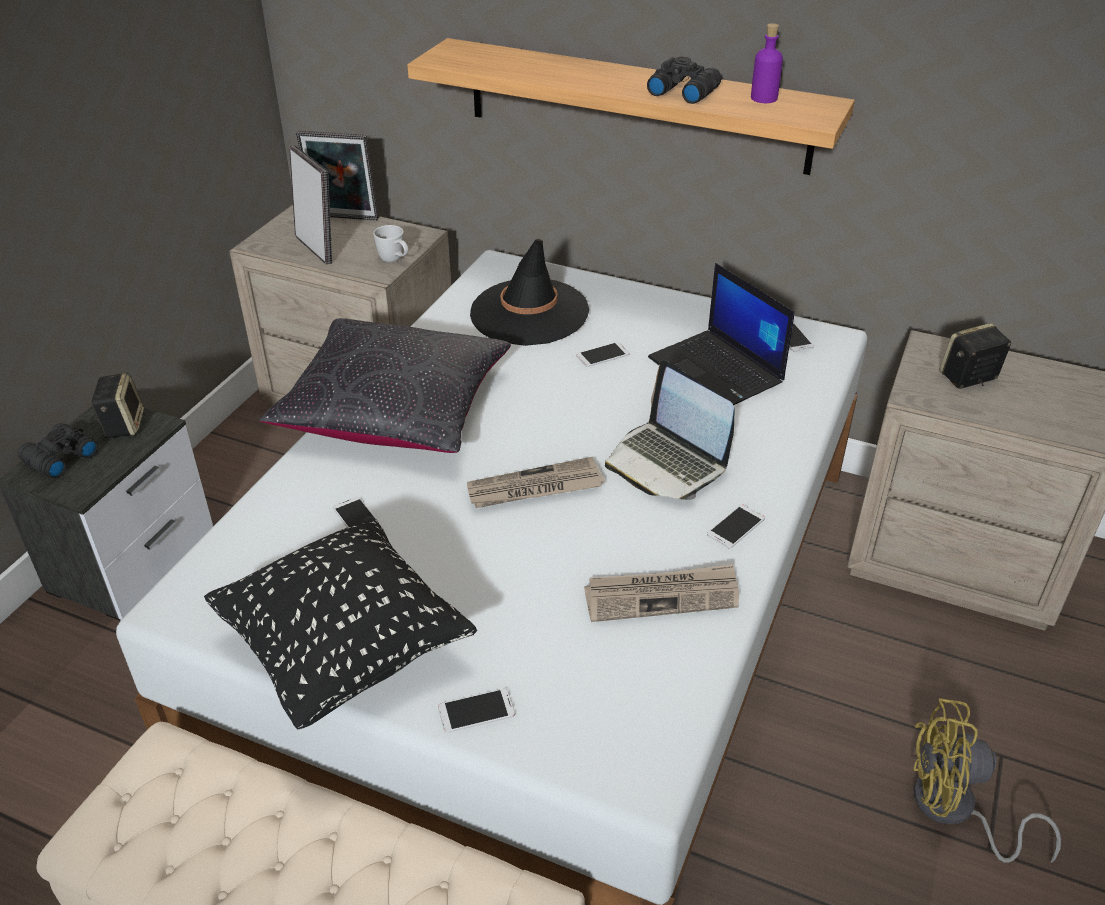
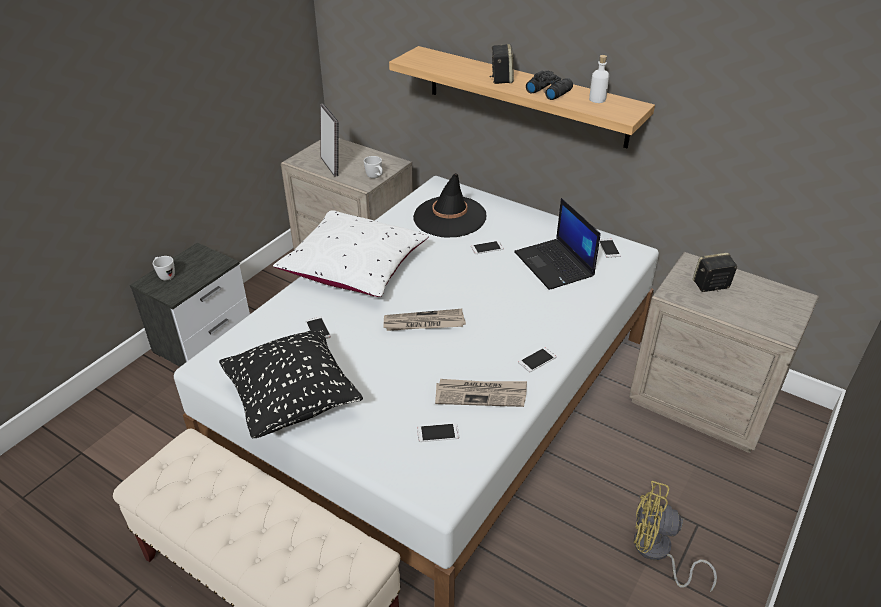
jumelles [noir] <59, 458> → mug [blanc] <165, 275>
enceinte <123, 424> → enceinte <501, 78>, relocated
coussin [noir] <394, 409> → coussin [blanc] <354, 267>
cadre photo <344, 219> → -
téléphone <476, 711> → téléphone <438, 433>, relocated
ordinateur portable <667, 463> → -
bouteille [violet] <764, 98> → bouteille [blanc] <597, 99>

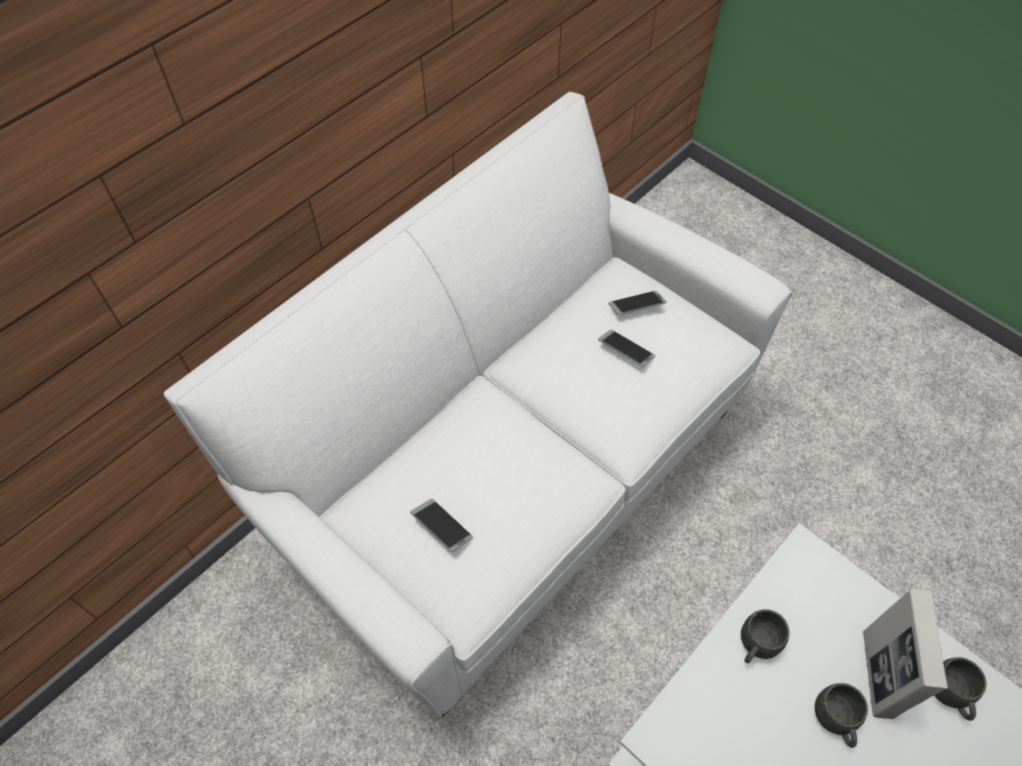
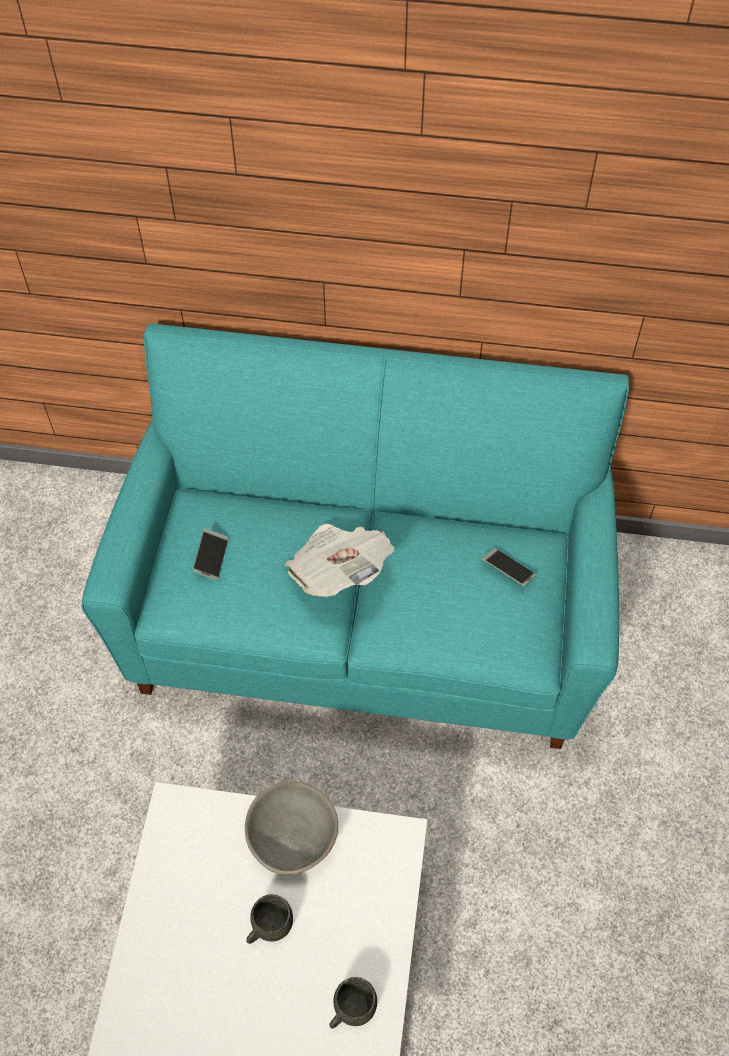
canapé [blanc] <510, 475> → canapé [turquoise] <365, 617>
téléphone <625, 351> → -
mug [gris] <756, 645> → bol [gris] <292, 838>
cadre photo <877, 674> → -
- → journal <338, 571>

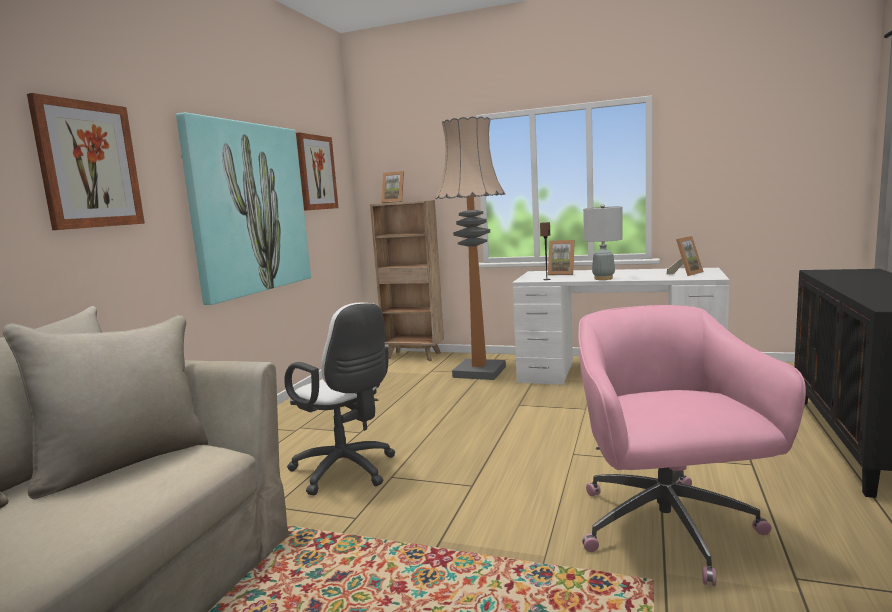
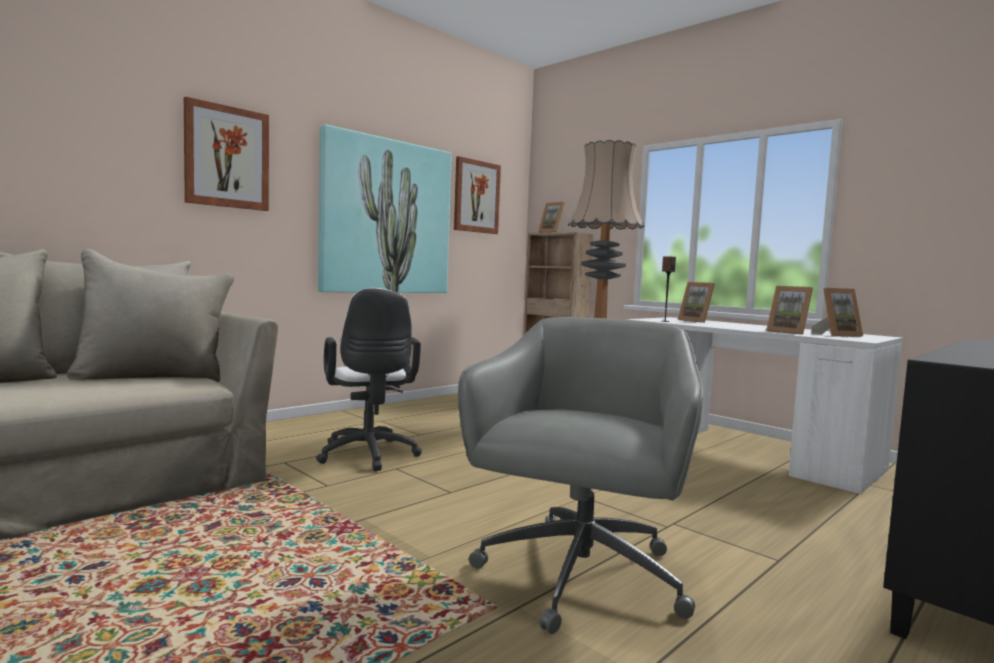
chaise de bureau [rose] <667, 530> → chaise de bureau [gris] <579, 578>
lampe de table [gris] <603, 278> → -
- → cadre photo <788, 332>

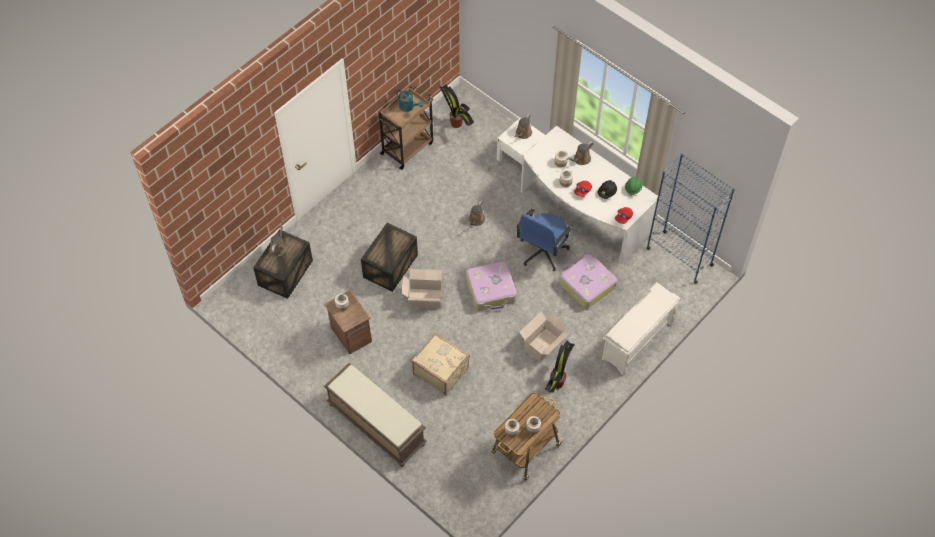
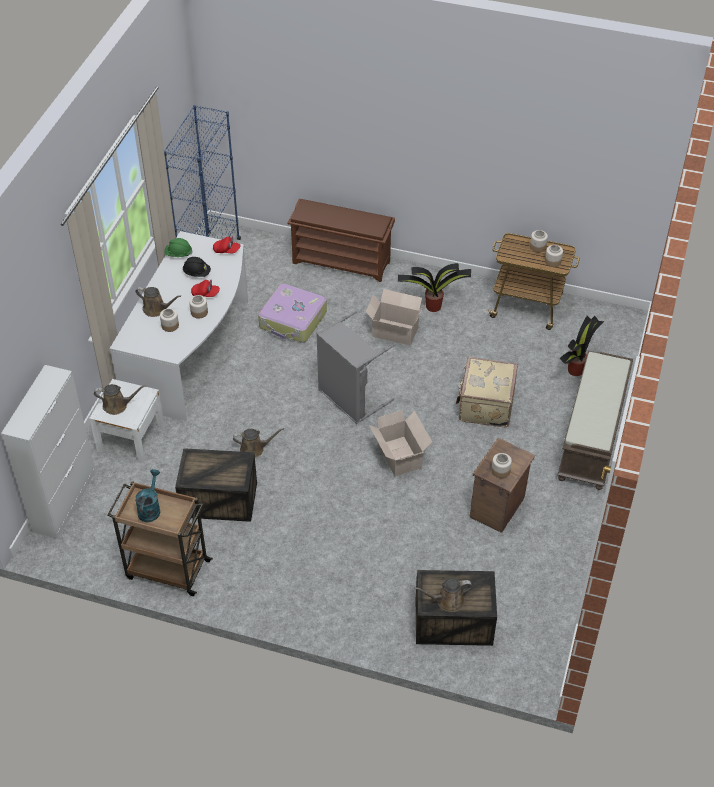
caisse <390, 265> → caisse <217, 500>, relocated
plante en pot <456, 124> → plante en pot <576, 369>, relocated
valise <491, 290> → panier à linge [gris] <350, 399>
chaise de bureau [bleu] <542, 251> → -
étagère à chaussures [blanc] <637, 342> → étagère à chaussures [marron] <342, 262>
- → meuble de rangement [blanc] <64, 500>

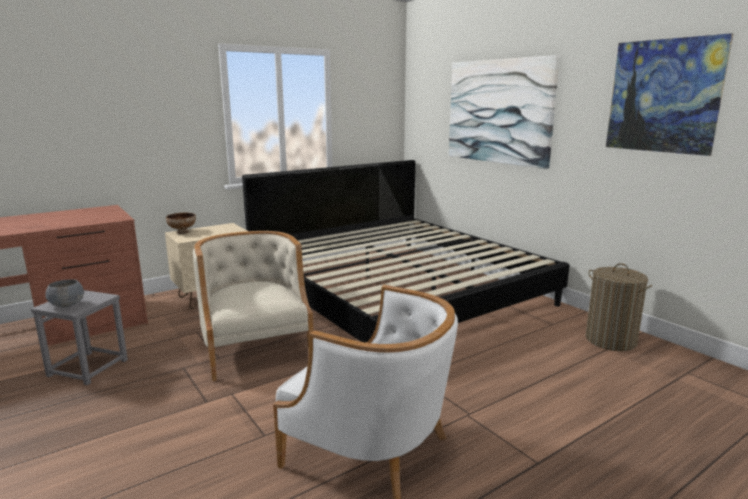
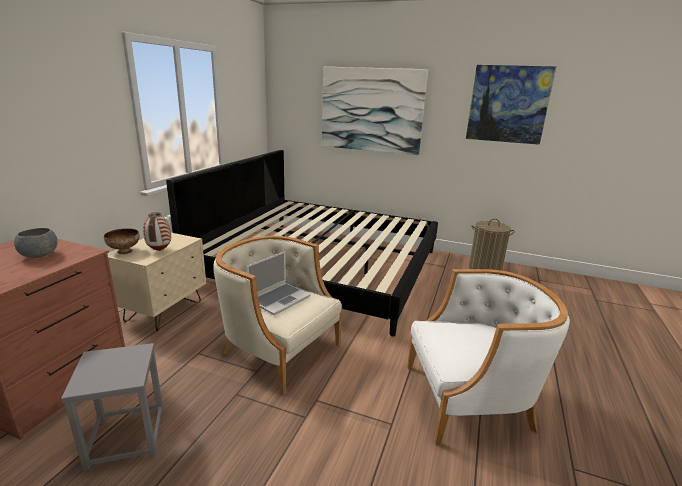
bol [gris] <67, 305> → bol [gris] <40, 255>, relocated
- → vase <159, 250>
- → ordinateur portable <279, 299>

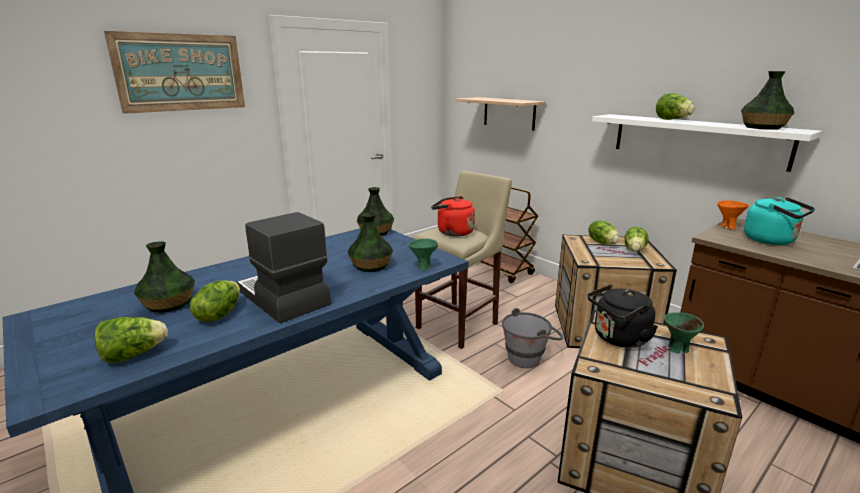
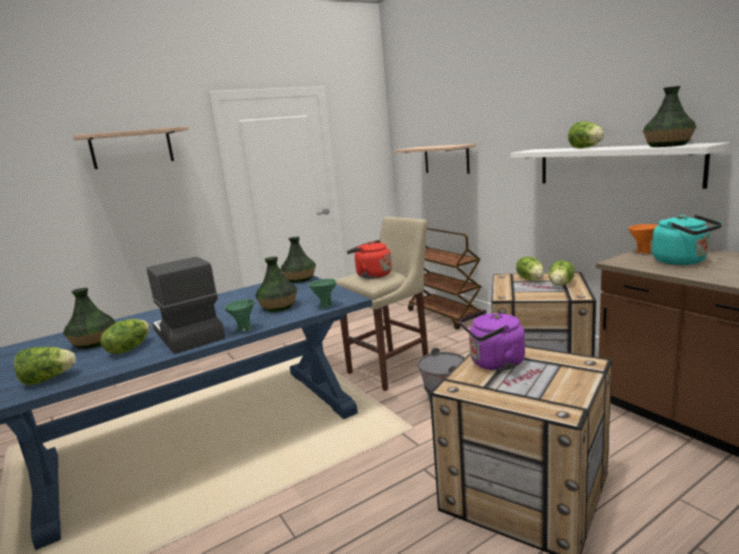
tableau <181, 72> → étagère <132, 149>
bouilloire [noir] <618, 339> → bouilloire [violet] <493, 363>
bol [vert] <678, 349> → bol [vert] <244, 329>, relocated

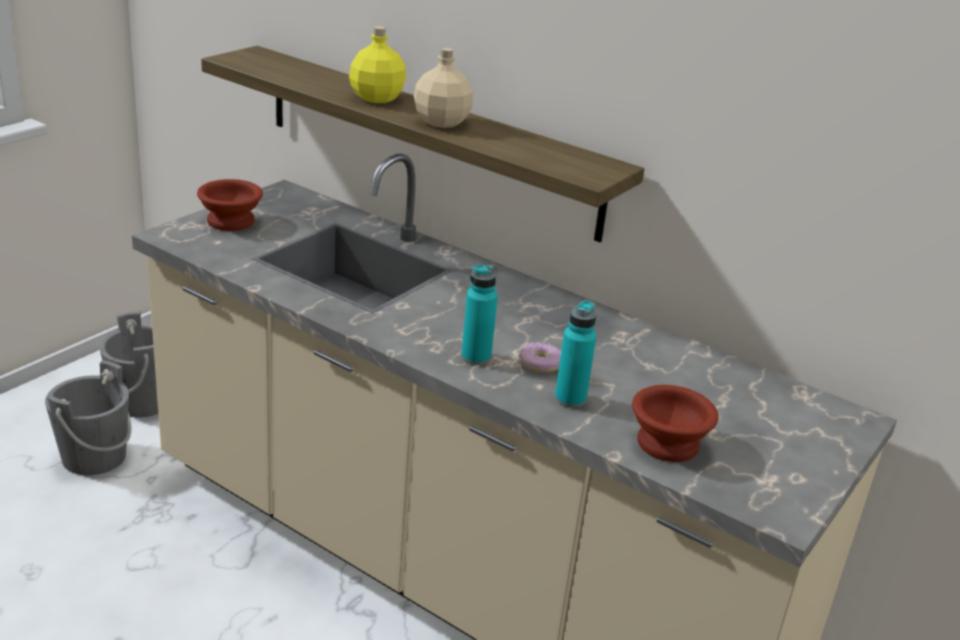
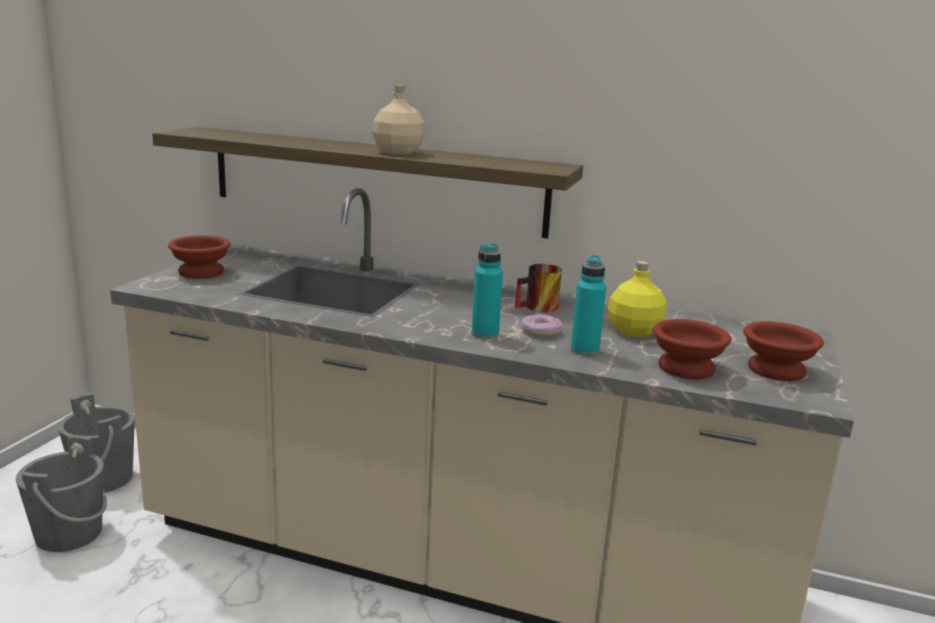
bouteille [jaune] <376, 98> → bouteille [jaune] <633, 331>, relocated
- → mug <539, 308>
- → bol [marron] <778, 371>

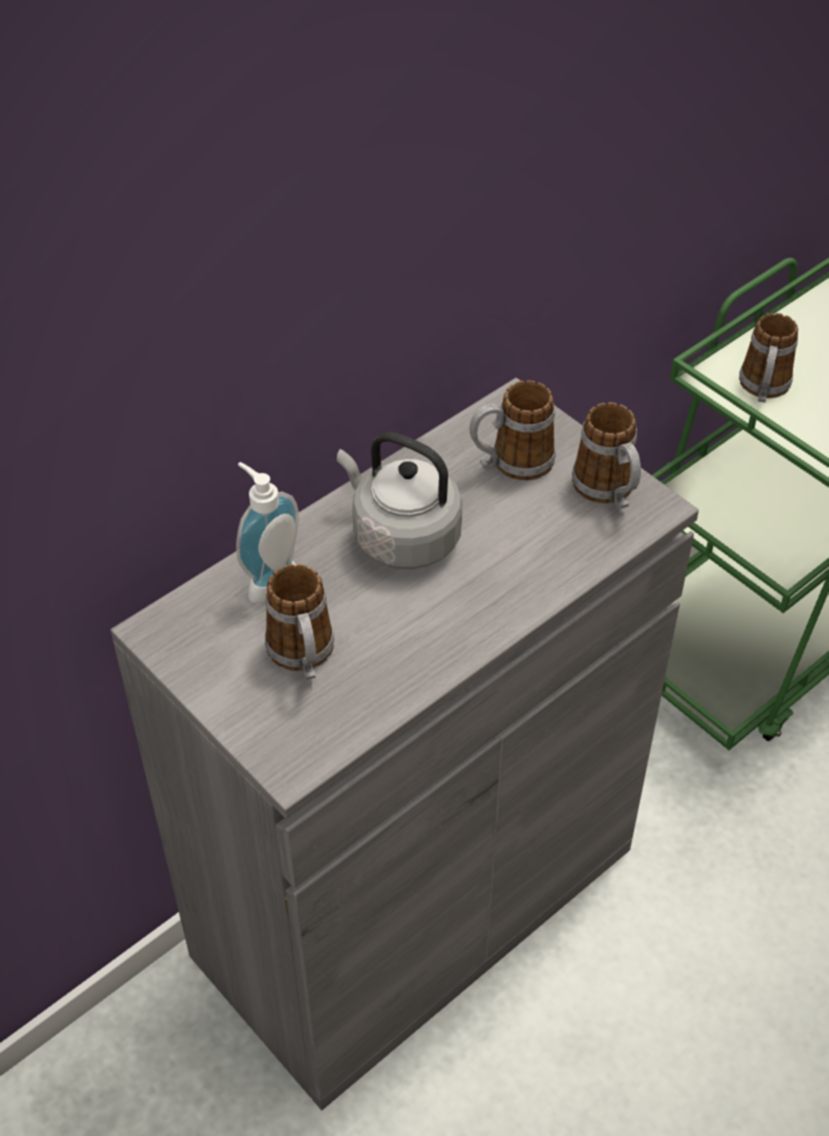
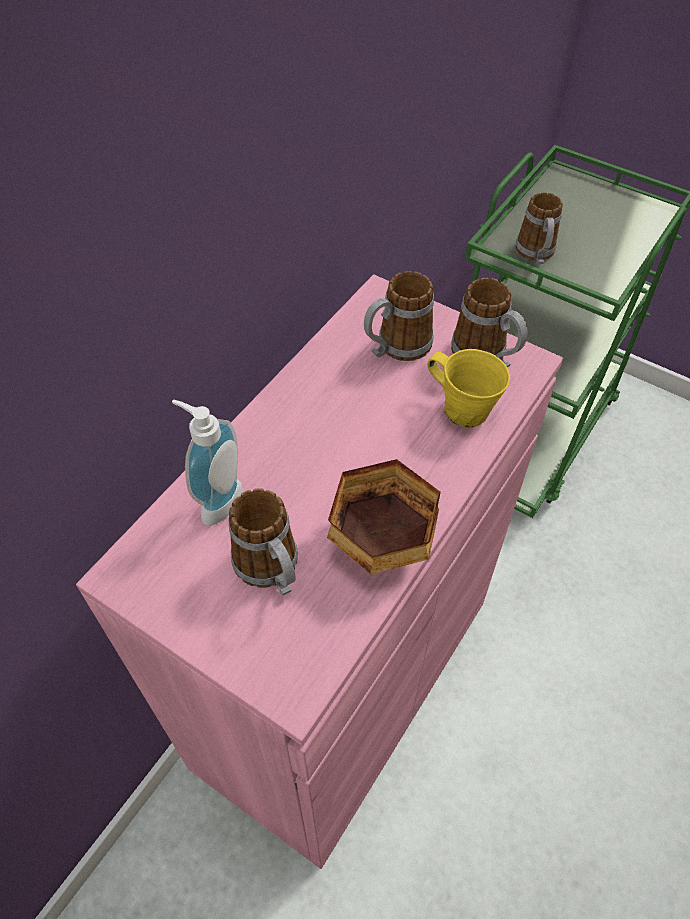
meuble de rangement [gris] <415, 902> → meuble de rangement [rose] <344, 681>
bouilloire [gris] <401, 536> → -
- → bol <383, 544>
- → mug [jaune] <463, 408>

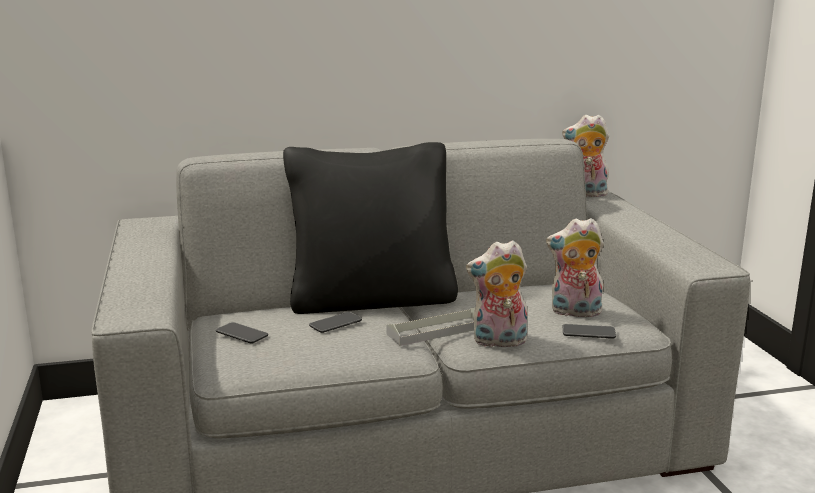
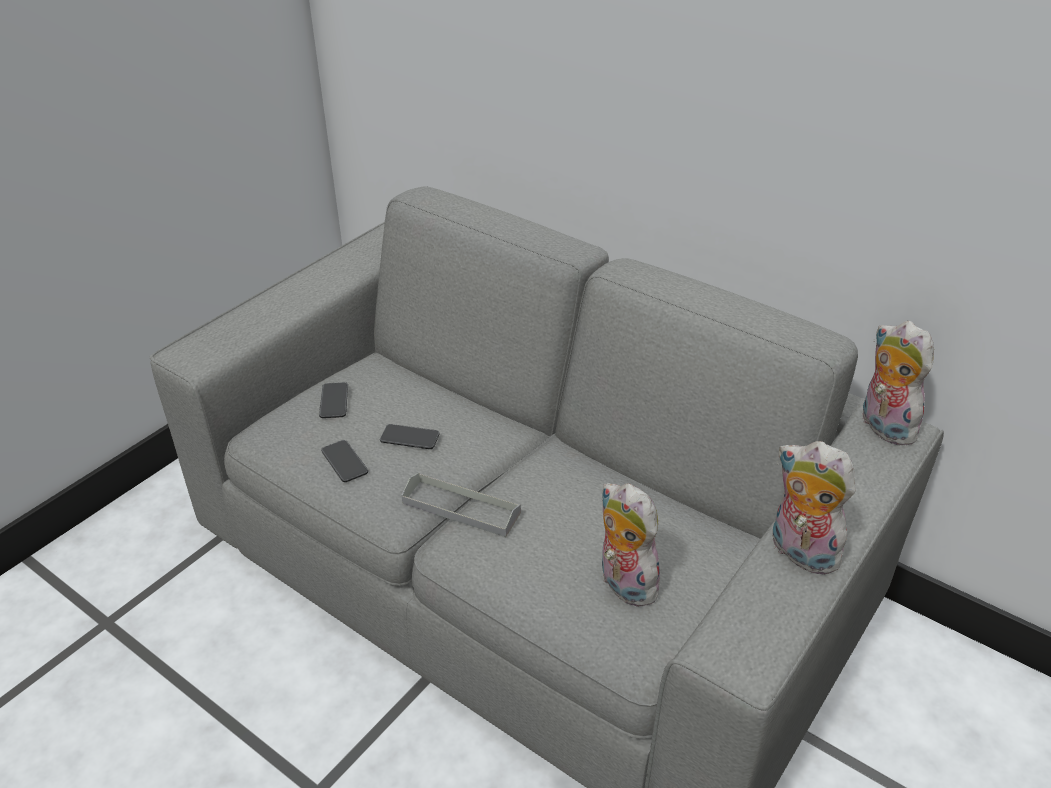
coussin [noir] <372, 299> → -
peluche <498, 342> → peluche <799, 552>, relocated
téléphone <588, 332> → téléphone <344, 462>, relocated

